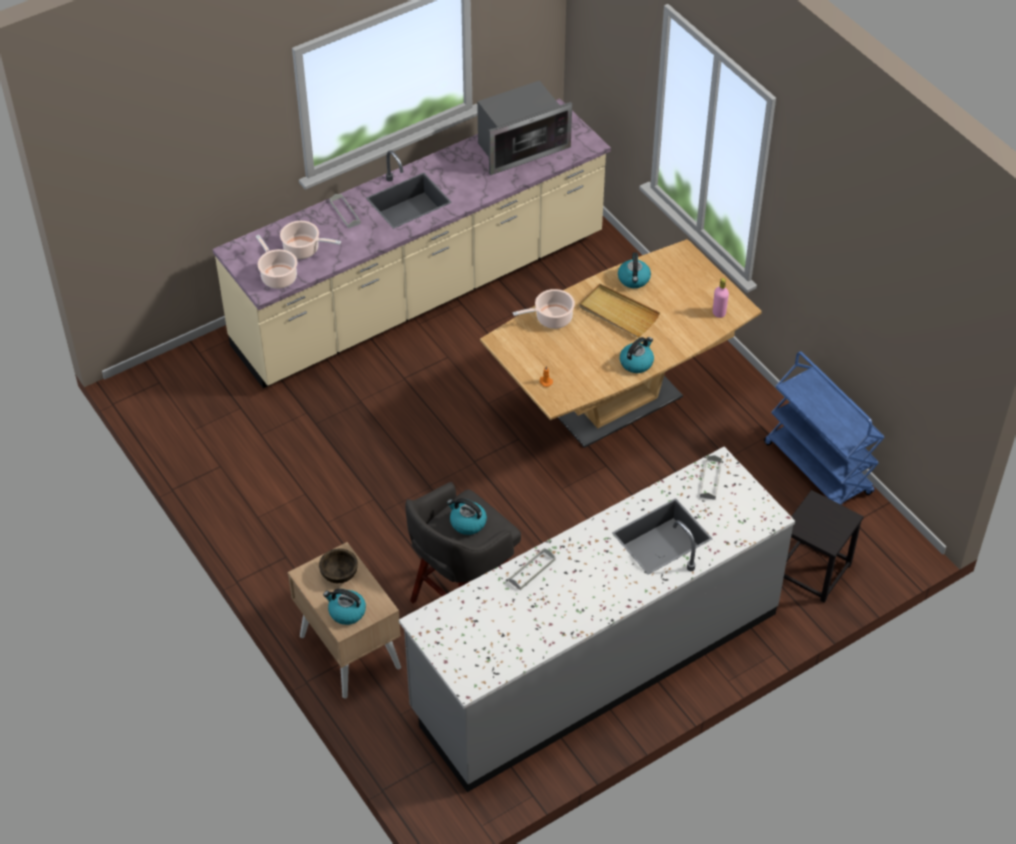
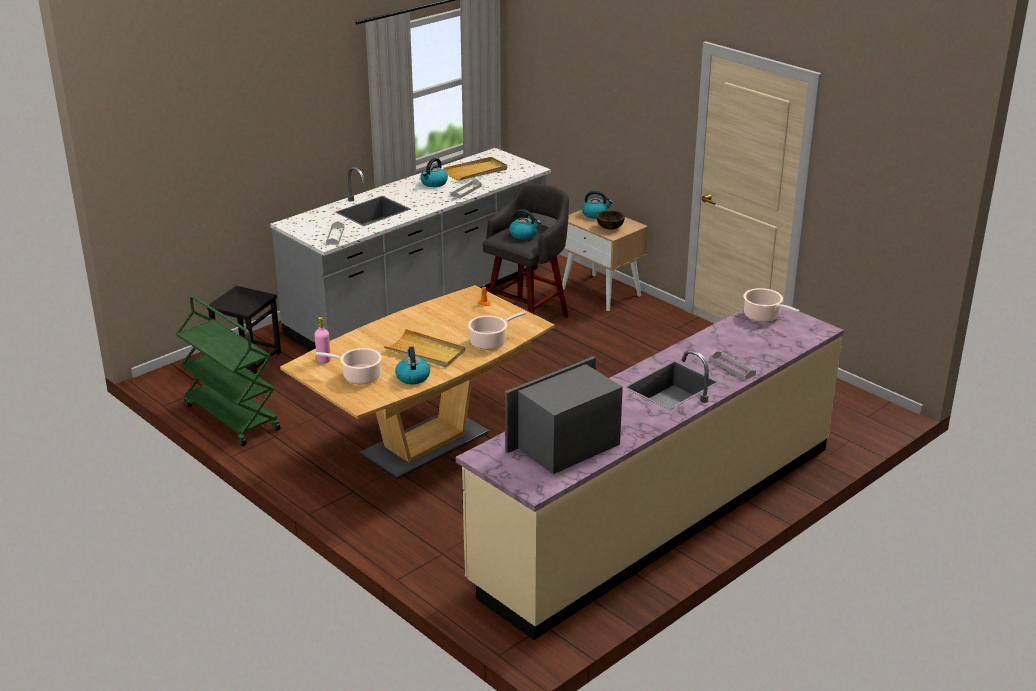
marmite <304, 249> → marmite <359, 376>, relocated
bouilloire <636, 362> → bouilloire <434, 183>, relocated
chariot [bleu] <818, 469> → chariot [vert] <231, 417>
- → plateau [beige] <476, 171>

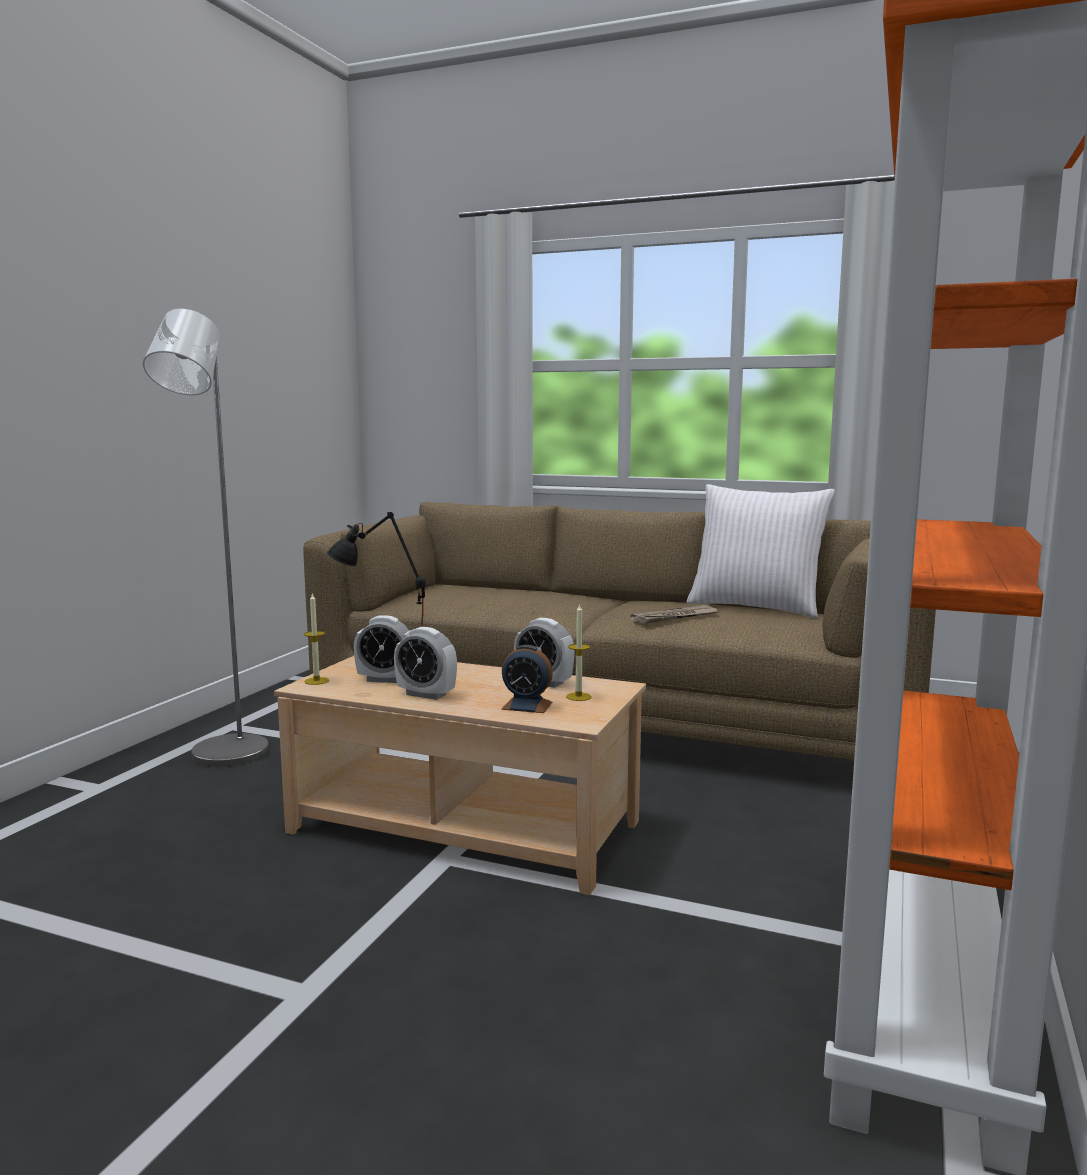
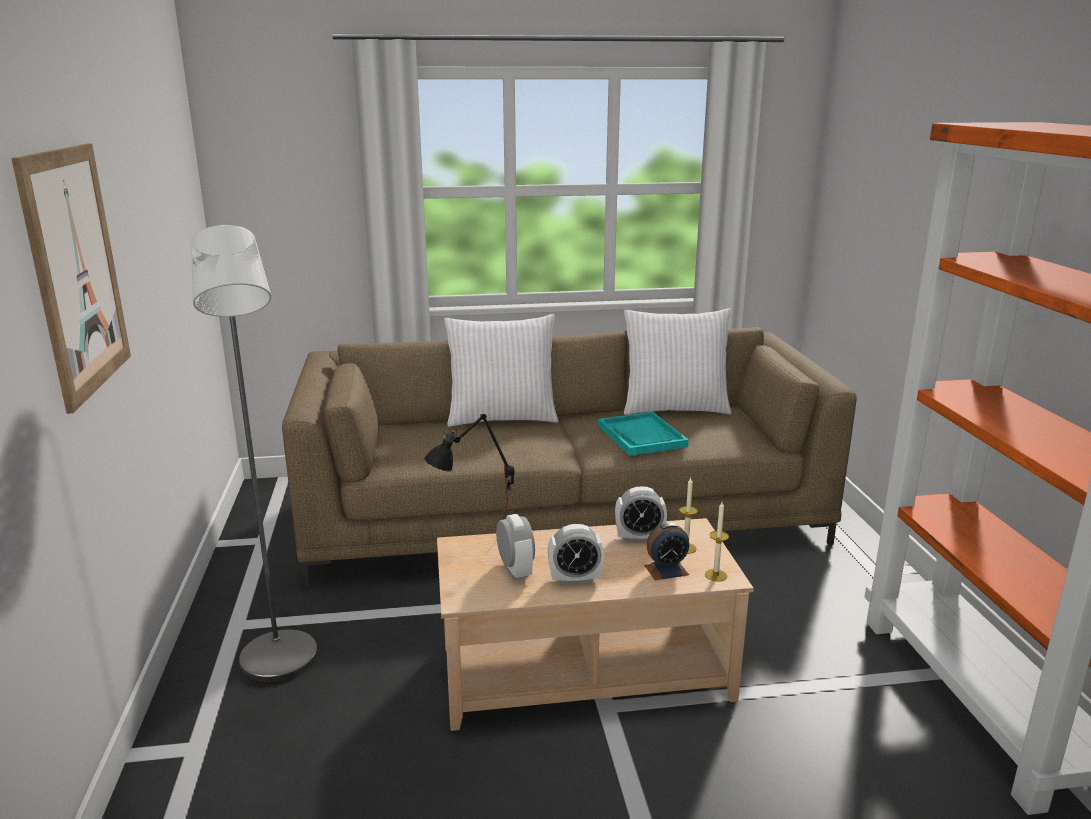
bougie <316, 681> → bougie <715, 575>, relocated
réveil <386, 679> → réveil <515, 570>, 90 degrees counterclockwise
journal <674, 617> → plateau [turquoise] <642, 436>
- → tableau <76, 272>
- → coussin [blanc] <502, 418>

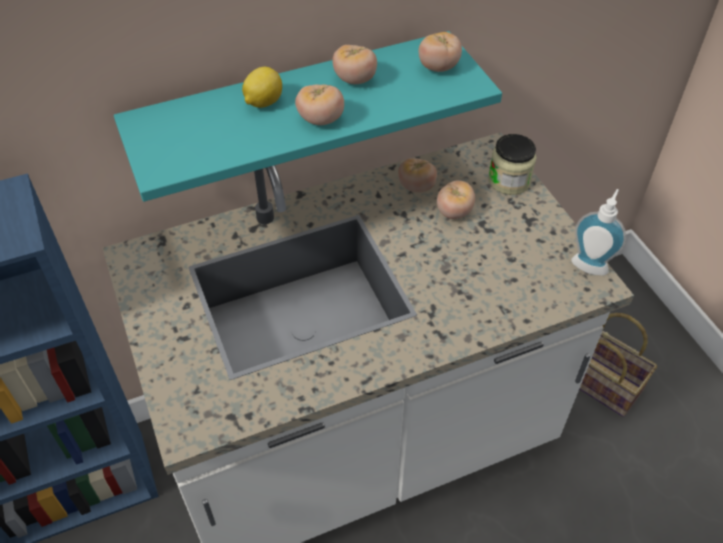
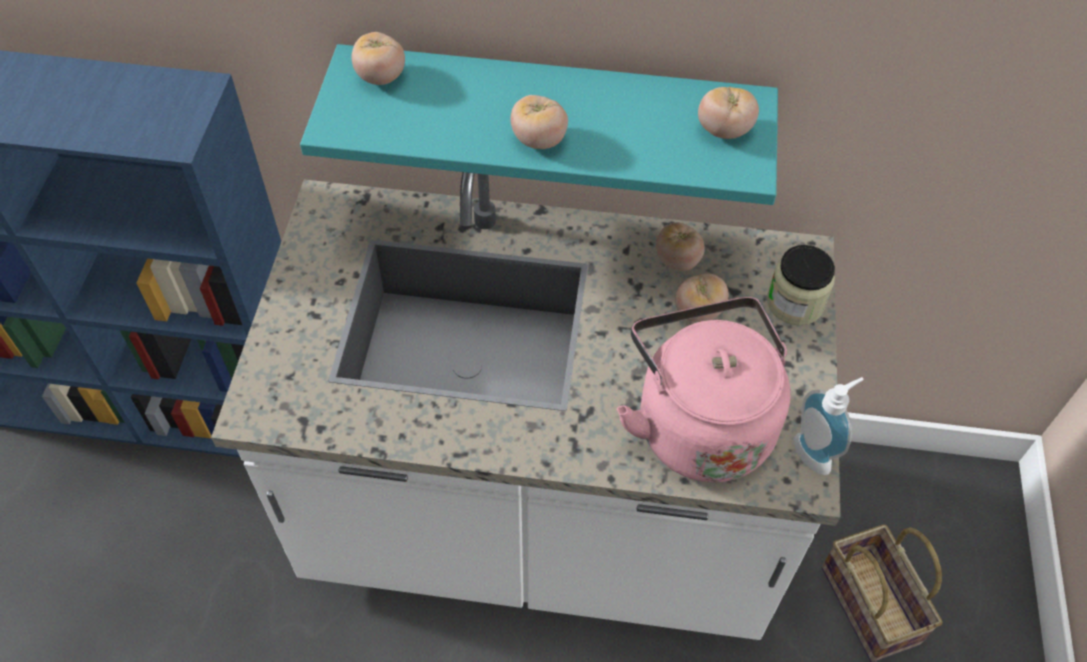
citron <263, 102> → -
tomate <355, 79> → tomate <381, 77>, relocated
- → bouilloire [rose] <699, 423>

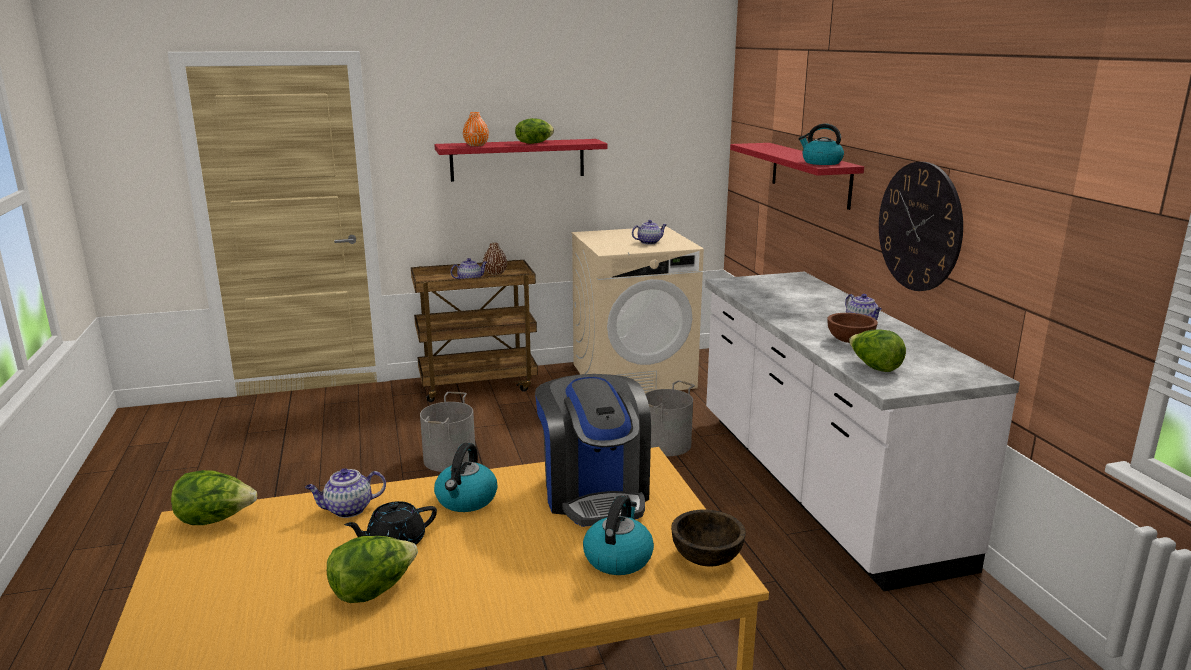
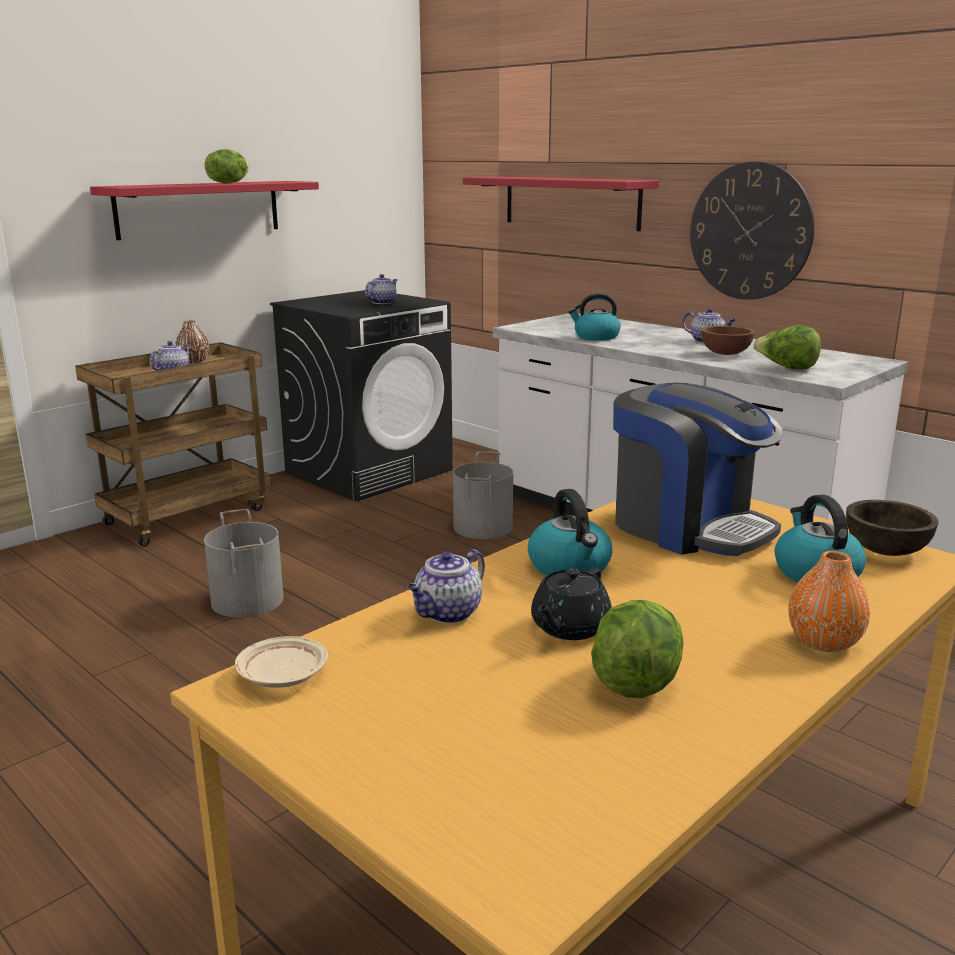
laitue <216, 520> → assiette [beige] <281, 676>
vase [orange] <476, 145> → vase [orange] <824, 642>, relocated
lave-linge [beige] <634, 375> → lave-linge [noir] <369, 471>
bouilloire <821, 162> → bouilloire <595, 337>, relocated

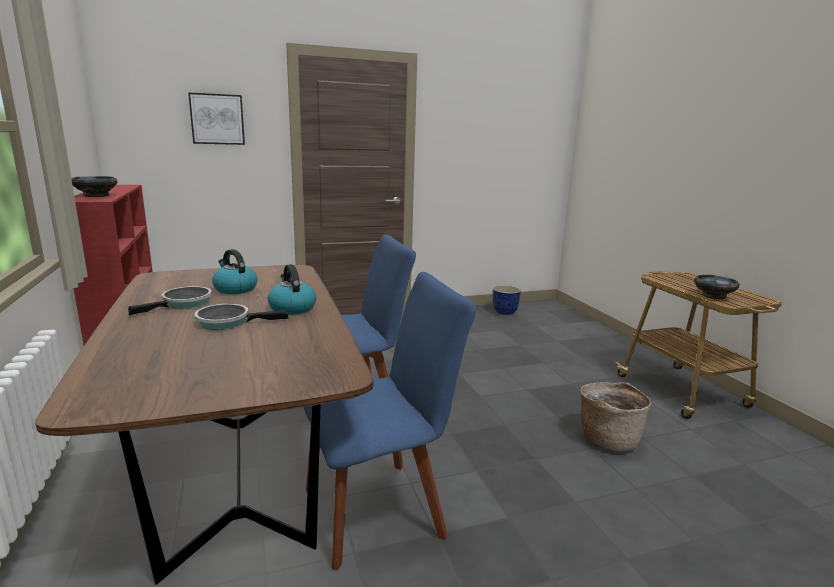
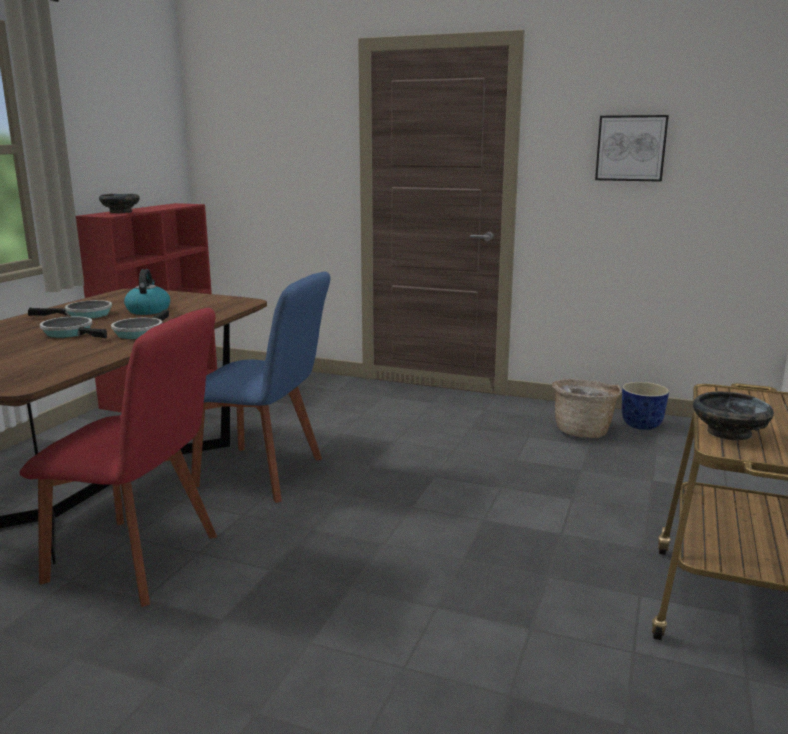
tableau <217, 119> → tableau <631, 148>, relocated
bouilloire <292, 308> → poêle <140, 332>
chaise [bleu] <380, 509> → chaise [rouge] <140, 560>
panier <608, 438> → panier <583, 431>, relocated

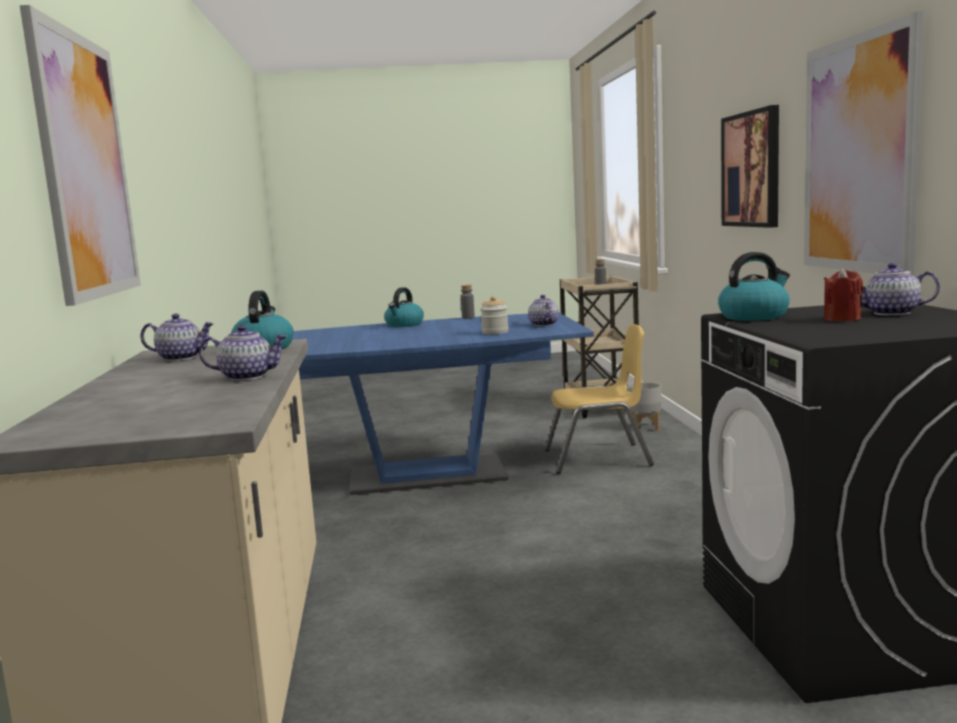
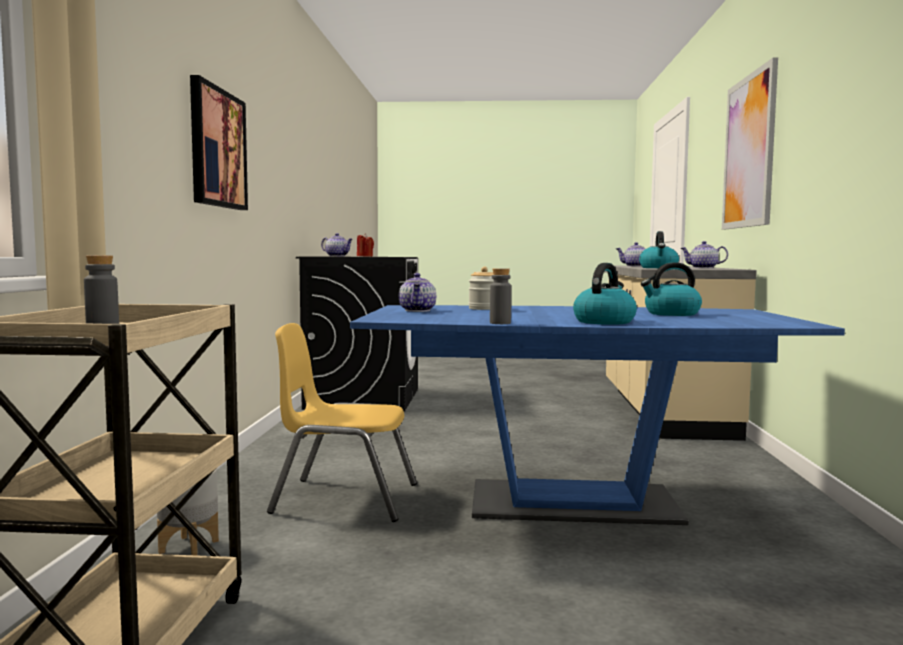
bouilloire <754, 316> → bouilloire <671, 314>, relocated
tableau <859, 155> → -

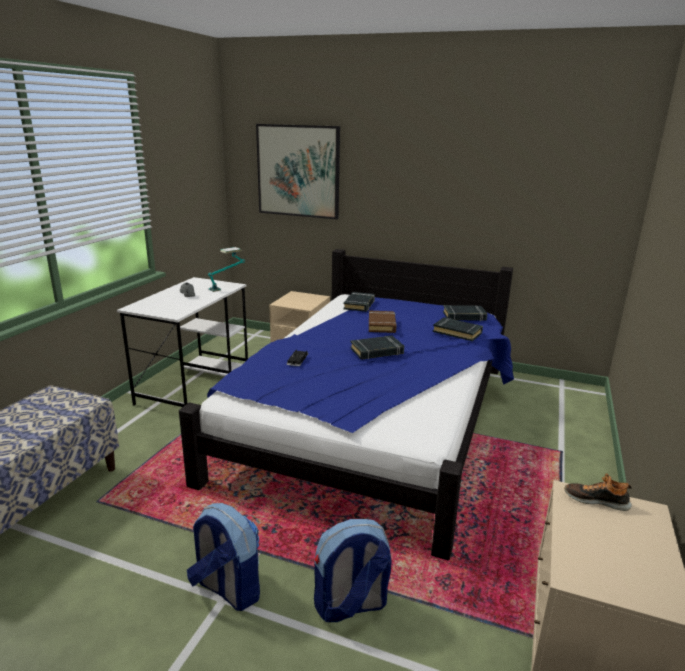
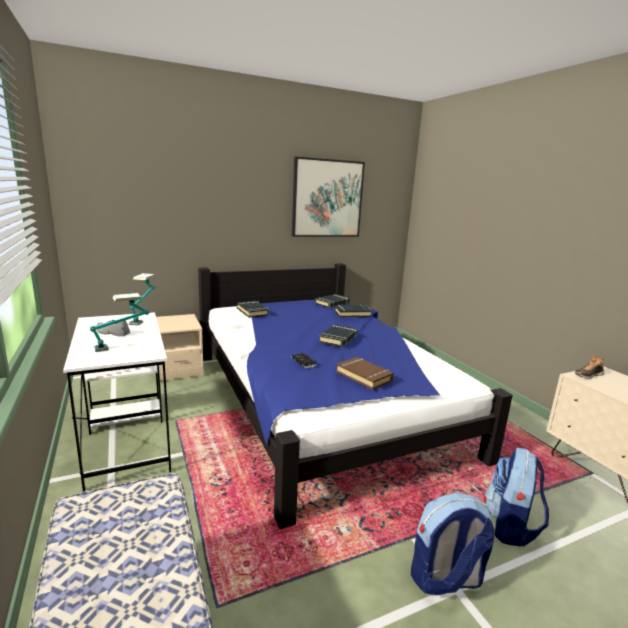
tableau <298, 171> → tableau <327, 198>, relocated
livre [marron] <382, 325> → livre [marron] <364, 376>, relocated
- → lampe de table <122, 346>

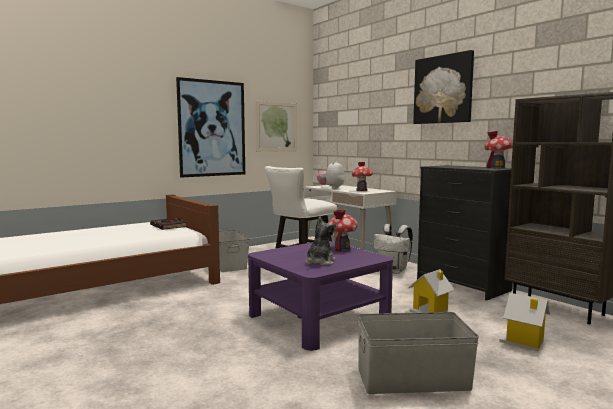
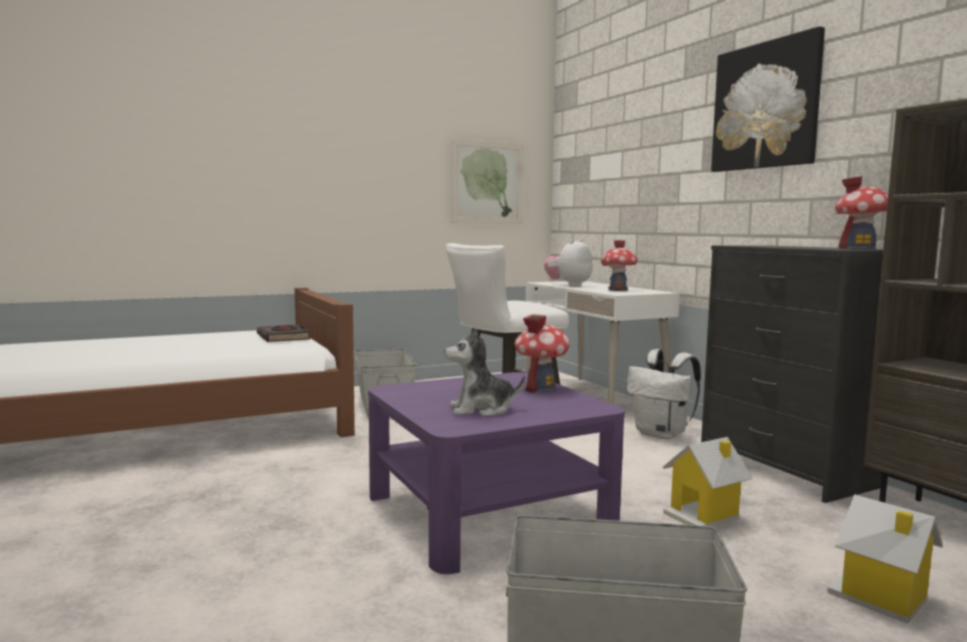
tableau <212, 128> → -
peluche <320, 262> → peluche <481, 410>, 135 degrees counterclockwise

